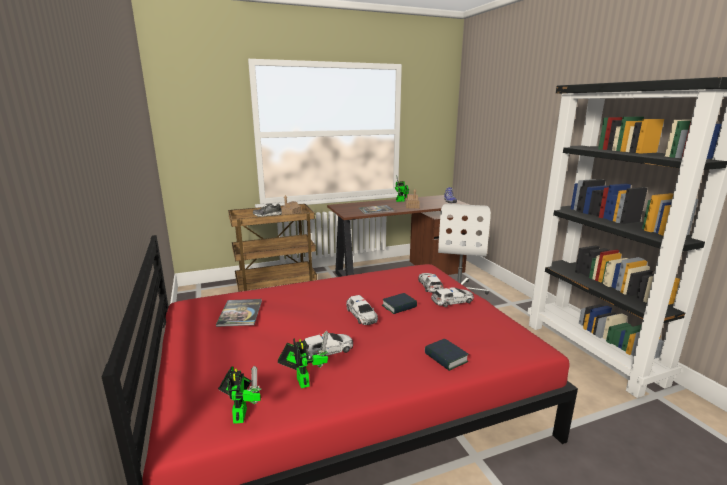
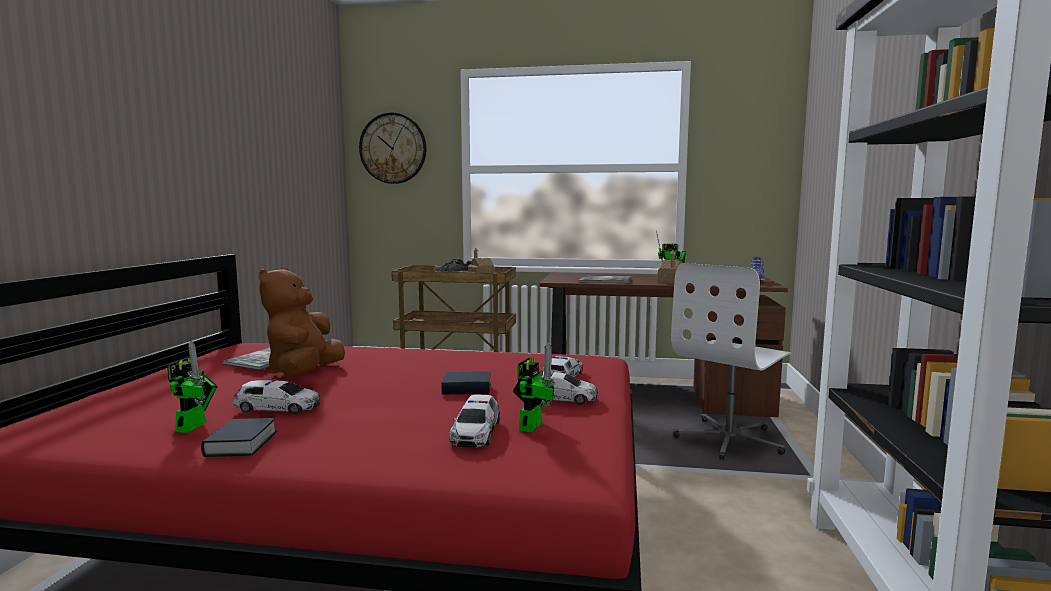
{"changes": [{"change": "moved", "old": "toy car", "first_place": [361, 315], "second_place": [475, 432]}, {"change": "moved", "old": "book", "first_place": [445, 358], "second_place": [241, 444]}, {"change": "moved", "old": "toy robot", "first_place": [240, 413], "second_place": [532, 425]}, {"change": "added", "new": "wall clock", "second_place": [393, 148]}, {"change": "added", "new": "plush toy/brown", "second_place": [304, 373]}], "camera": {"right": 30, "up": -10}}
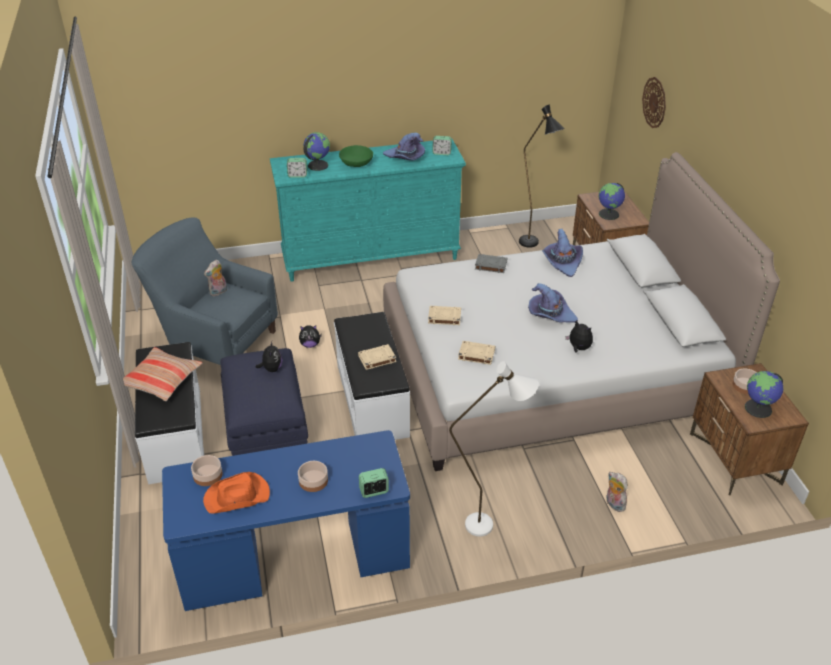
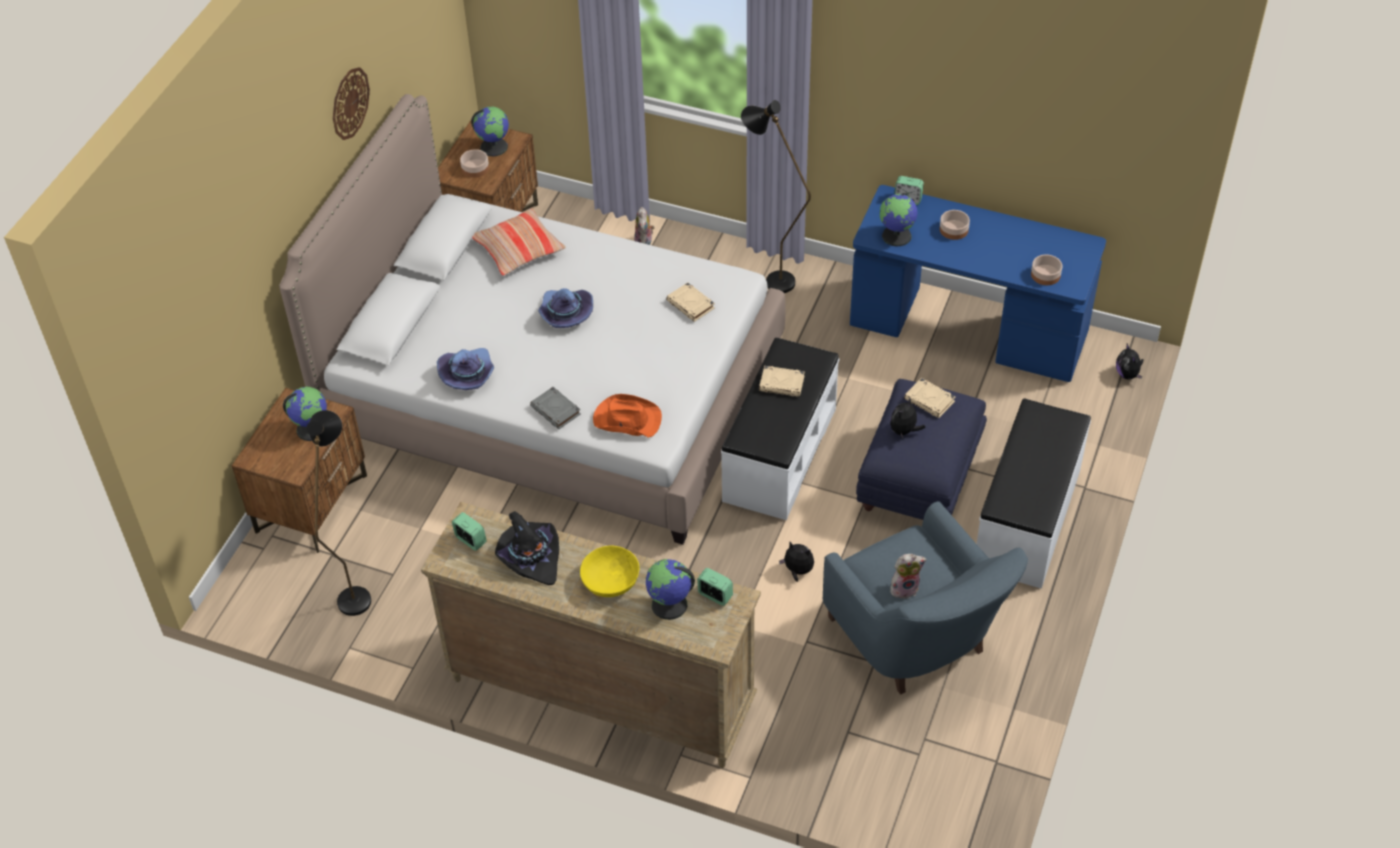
{"changes": [{"change": "moved", "old": "wall clock", "first_place": [654, 102], "second_place": [349, 103]}, {"change": "recoloured", "old": "hat/purple", "new": "hat/black", "first_place": [405, 157], "second_place": [530, 557]}, {"change": "recoloured", "old": "dresser/turquoise", "new": "dresser/beige", "first_place": [371, 258], "second_place": [599, 692]}, {"change": "recoloured", "old": "bowl/green", "new": "bowl/yellow", "first_place": [356, 163], "second_place": [610, 580]}, {"change": "moved", "old": "book/beige", "first_place": [444, 317], "second_place": [930, 401]}, {"change": "moved", "old": "plush toy", "first_place": [578, 348], "second_place": [1128, 374]}, {"change": "moved", "old": "pillow", "first_place": [161, 380], "second_place": [518, 249]}, {"change": "recoloured", "old": "floor lamp/white", "new": "floor lamp/black", "first_place": [489, 525], "second_place": [771, 278]}, {"change": "moved", "old": "hat/orange", "first_place": [237, 497], "second_place": [626, 419]}, {"change": "added", "new": "globe", "second_place": [897, 236]}], "camera": {"right": -145, "up": 10}}
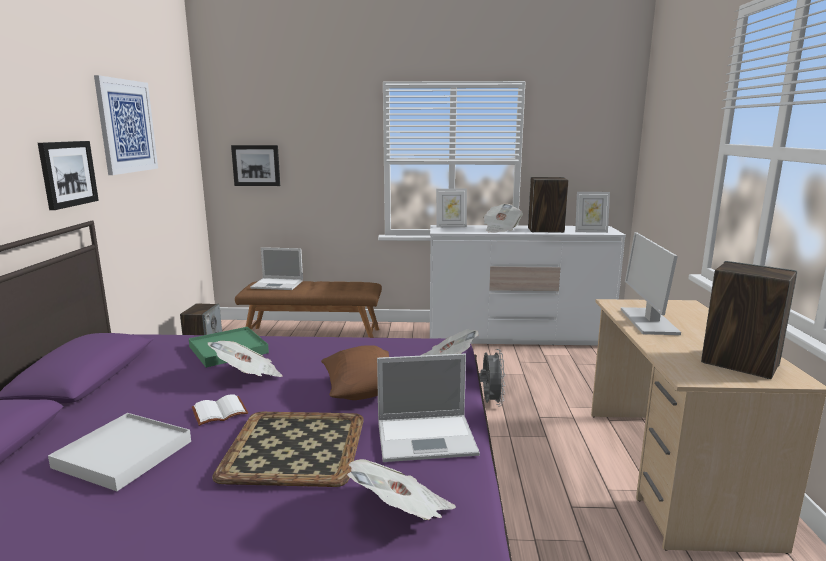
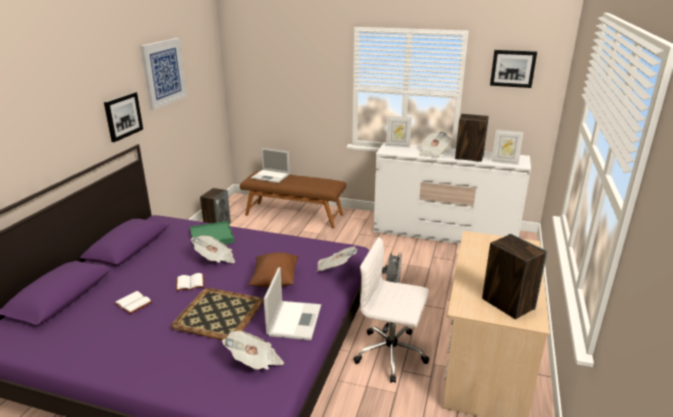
{"changes": [{"change": "moved", "old": "picture", "first_place": [256, 165], "second_place": [512, 68]}, {"change": "removed", "old": "monitor", "first_place": [648, 321]}, {"change": "turned", "old": "laptop", "first_place": [428, 437], "second_place": [294, 319], "degrees": -90}, {"change": "replaced", "old": "tray/white", "new": "book/white", "first_place": [124, 454], "second_place": [134, 303]}, {"change": "added", "new": "office chair/white", "second_place": [392, 354]}], "camera": {"right": 15, "up": 10}}
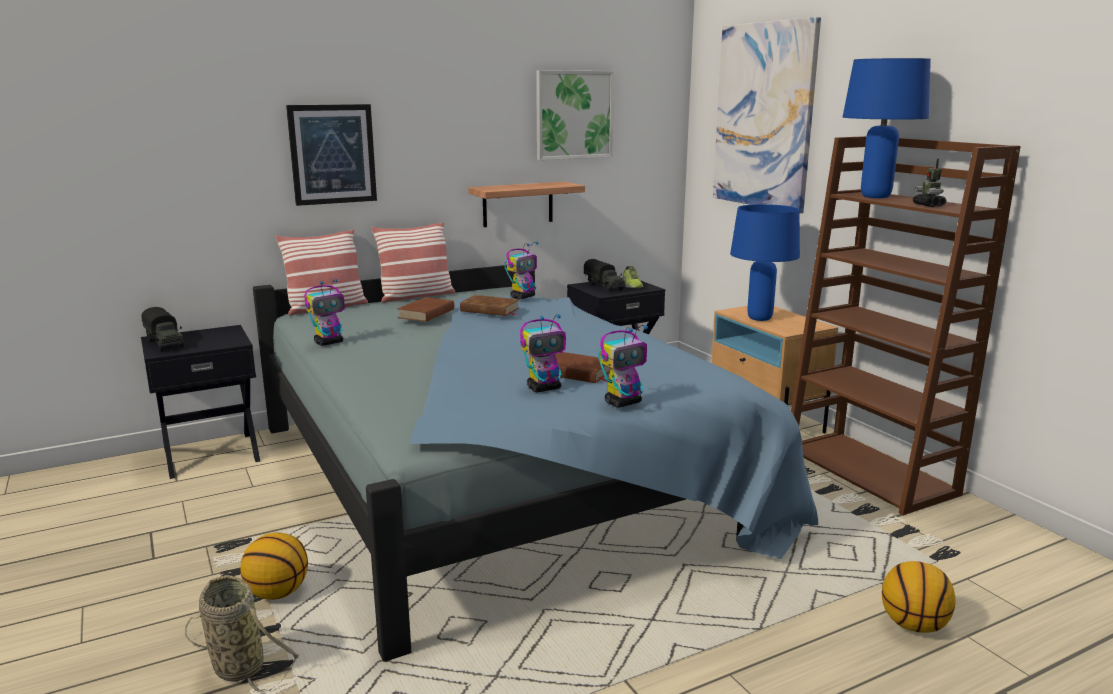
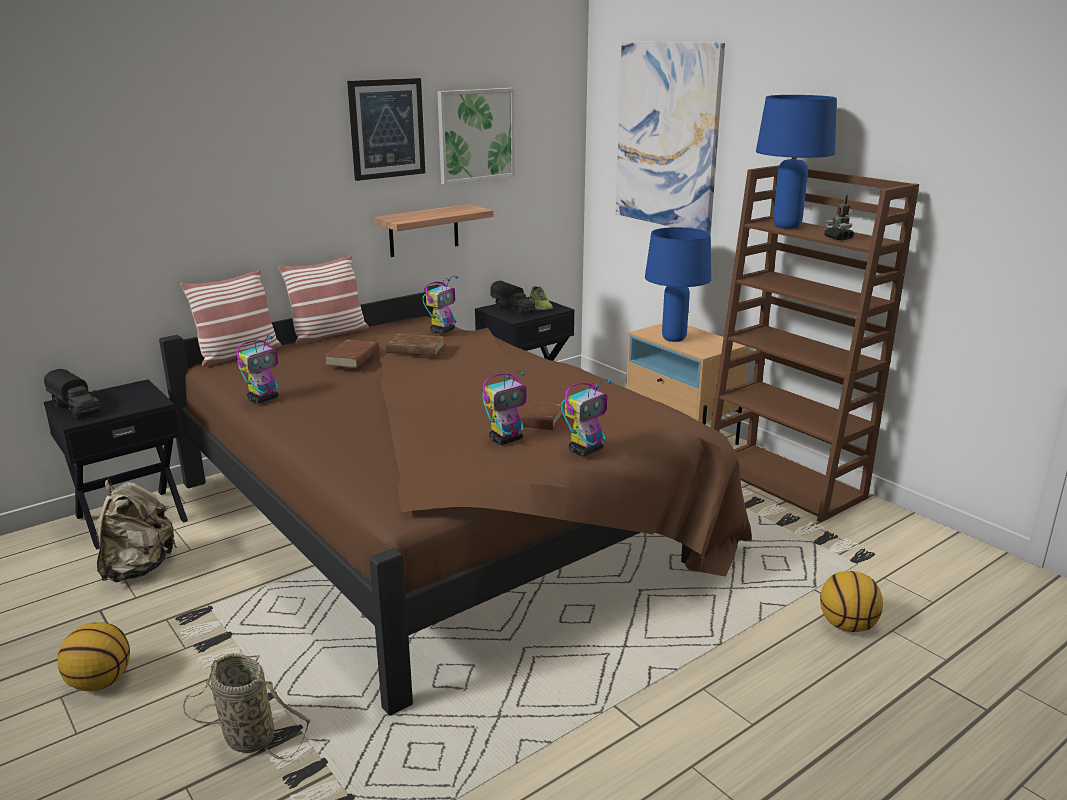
{"changes": [{"change": "moved", "old": "picture", "first_place": [332, 154], "second_place": [386, 128]}, {"change": "recoloured", "old": "bed/blue", "new": "bed/brown", "first_place": [501, 480], "second_place": [445, 520]}, {"change": "moved", "old": "basketball", "first_place": [277, 593], "second_place": [100, 682]}, {"change": "added", "new": "backpack/beige", "second_place": [138, 568]}], "camera": {"right": -10, "up": 5}}
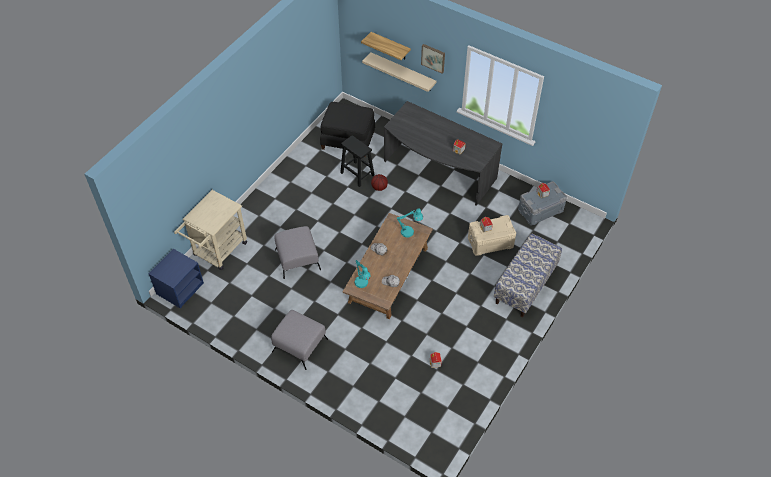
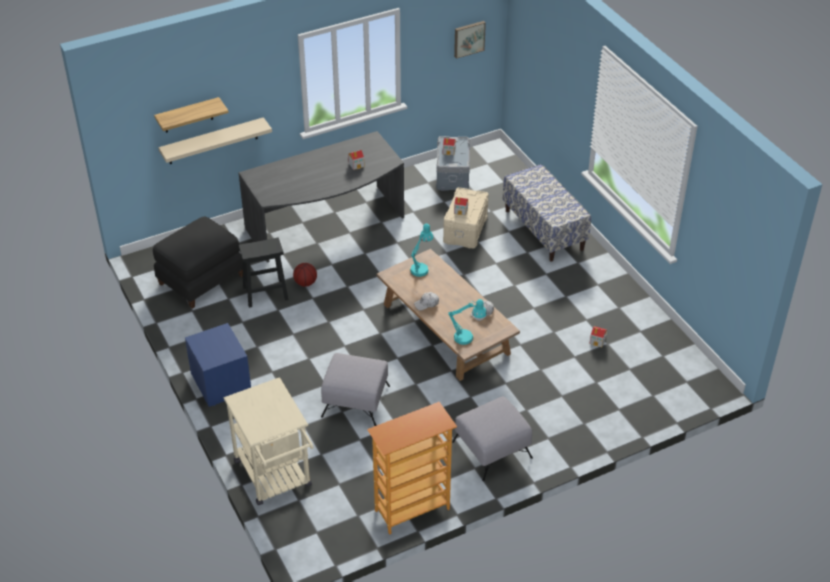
{"changes": [{"change": "moved", "old": "picture", "first_place": [433, 58], "second_place": [468, 38]}, {"change": "moved", "old": "nightstand/blue", "first_place": [180, 288], "second_place": [220, 382]}, {"change": "added", "new": "bookcase", "second_place": [412, 510]}], "camera": {"right": -60, "up": -10}}
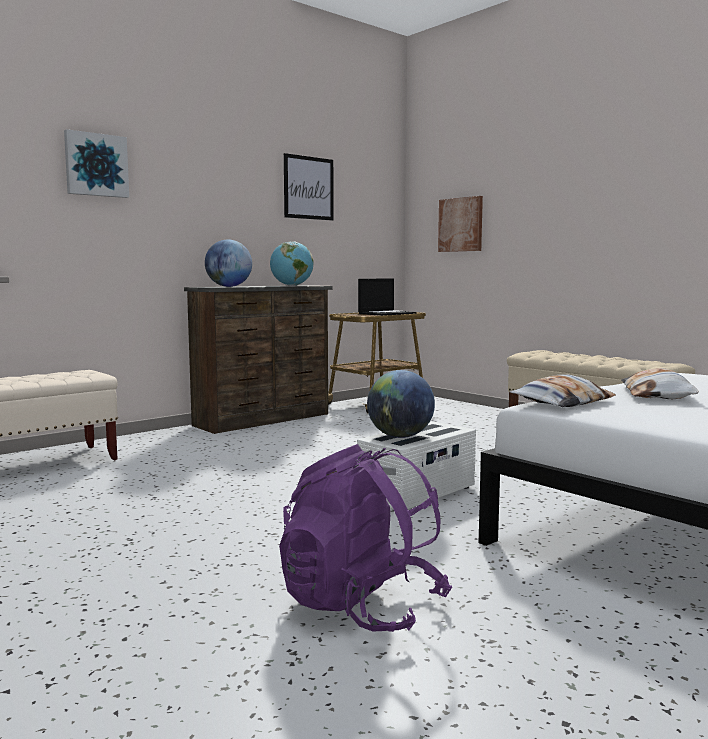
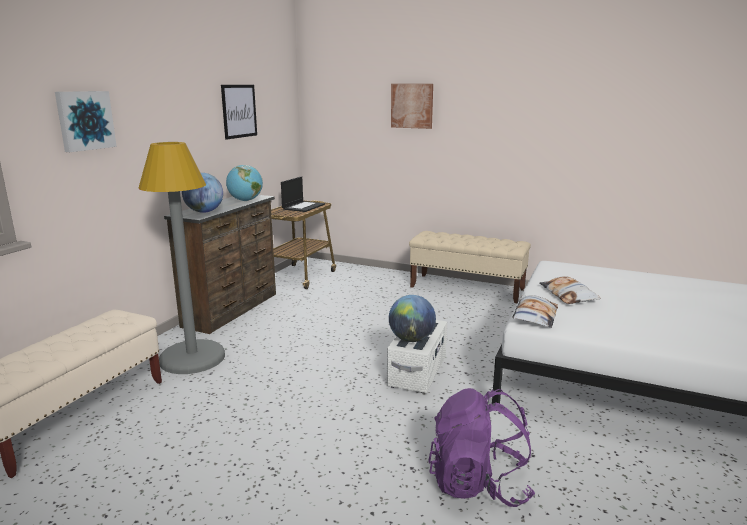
{"changes": [{"change": "moved", "old": "picture", "first_place": [461, 225], "second_place": [412, 106]}, {"change": "added", "new": "floor lamp/grey", "second_place": [192, 358]}], "camera": {"right": -25, "up": 10}}
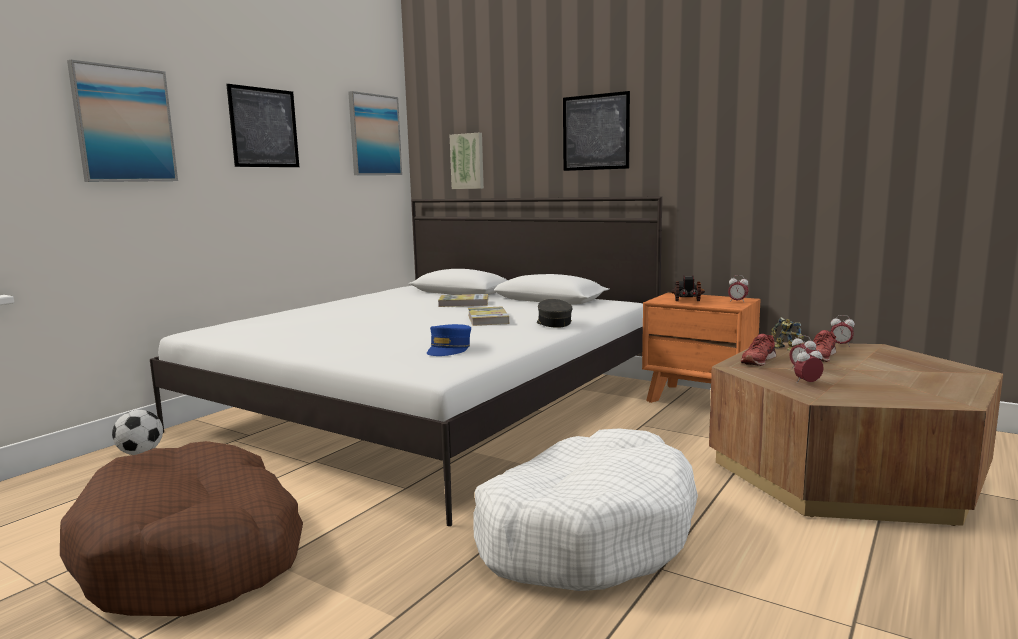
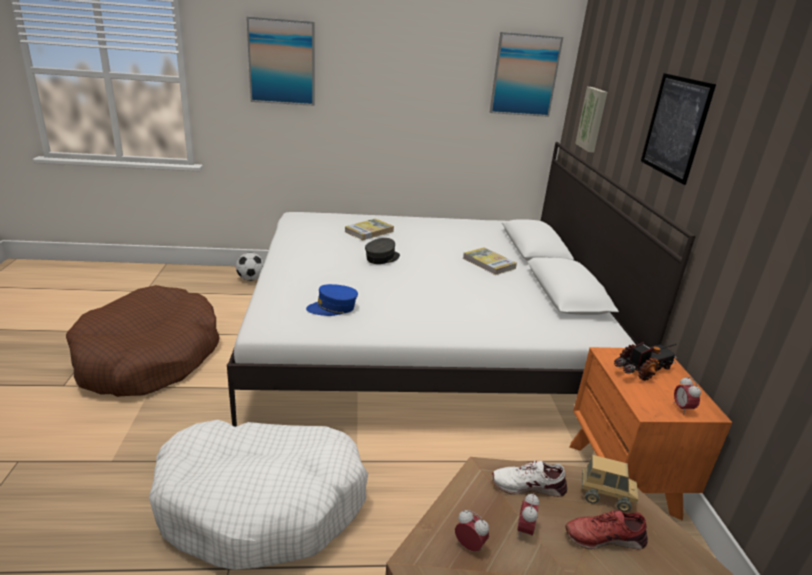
{"changes": [{"change": "removed", "old": "picture", "first_place": [264, 127]}, {"change": "moved", "old": "cap/grey", "first_place": [553, 323], "second_place": [382, 258]}, {"change": "moved", "old": "book", "first_place": [488, 319], "second_place": [369, 231]}, {"change": "removed", "old": "alarm clock", "first_place": [840, 345]}, {"change": "replaced", "old": "toy robot", "new": "toy truck", "first_place": [785, 349], "second_place": [605, 497]}, {"change": "recoloured", "old": "shoe/red", "new": "shoe/white", "first_place": [758, 360], "second_place": [528, 485]}], "camera": {"right": 50, "up": 15}}
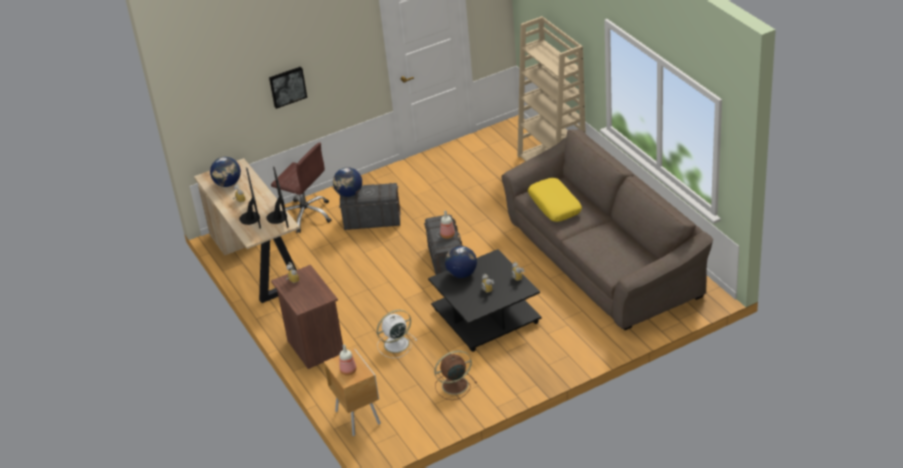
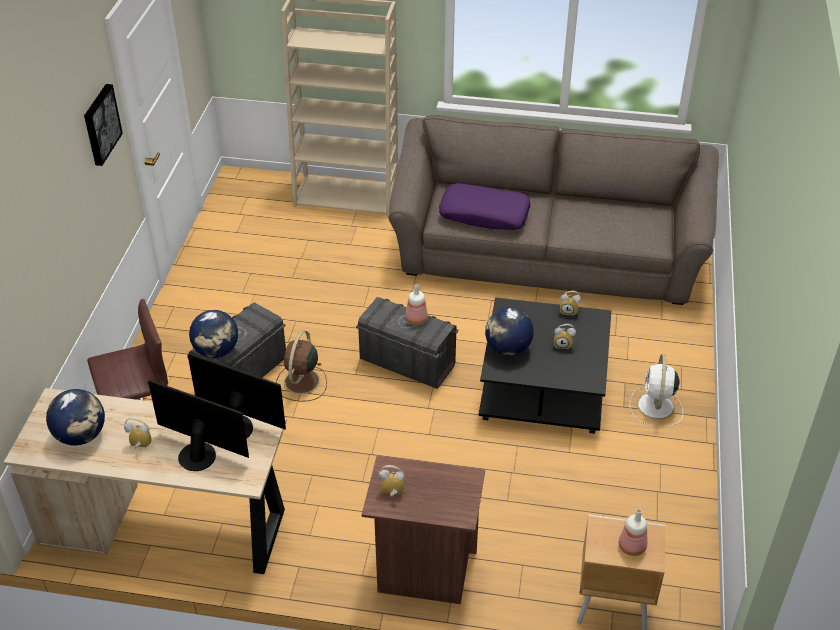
{"changes": [{"change": "moved", "old": "picture", "first_place": [287, 86], "second_place": [100, 124]}, {"change": "recoloured", "old": "pillow/yellow", "new": "pillow/purple", "first_place": [555, 205], "second_place": [484, 214]}, {"change": "moved", "old": "fan/white", "first_place": [395, 344], "second_place": [655, 407]}, {"change": "moved", "old": "fan/brown", "first_place": [453, 385], "second_place": [301, 382]}], "camera": {"right": -55, "up": 5}}
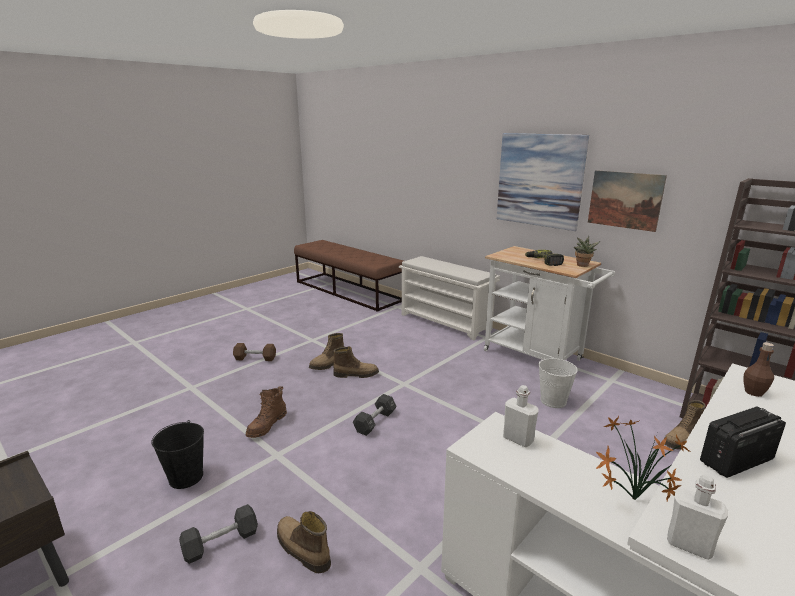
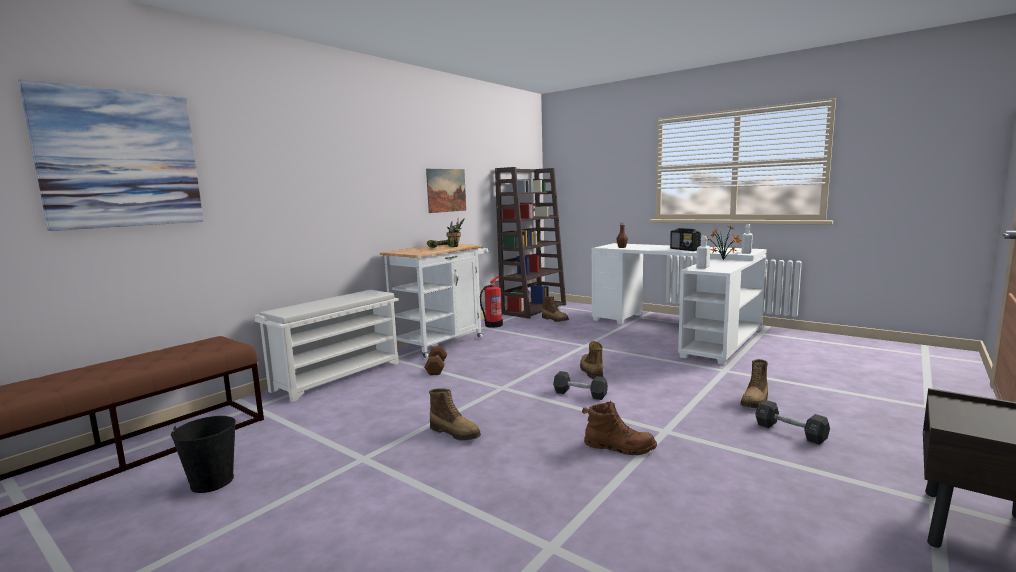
{"changes": [{"change": "moved", "old": "picture", "first_place": [539, 180], "second_place": [121, 159]}, {"change": "moved", "old": "dumbbell/brown", "first_place": [255, 358], "second_place": [436, 368]}, {"change": "moved", "old": "boot", "first_place": [356, 374], "second_place": [591, 371]}, {"change": "removed", "old": "bucket/white", "first_place": [553, 401]}, {"change": "moved", "old": "bucket/black", "first_place": [186, 477], "second_place": [212, 481]}, {"change": "added", "new": "fire extinguisher", "second_place": [493, 325]}], "camera": {"right": -95, "up": -10}}
